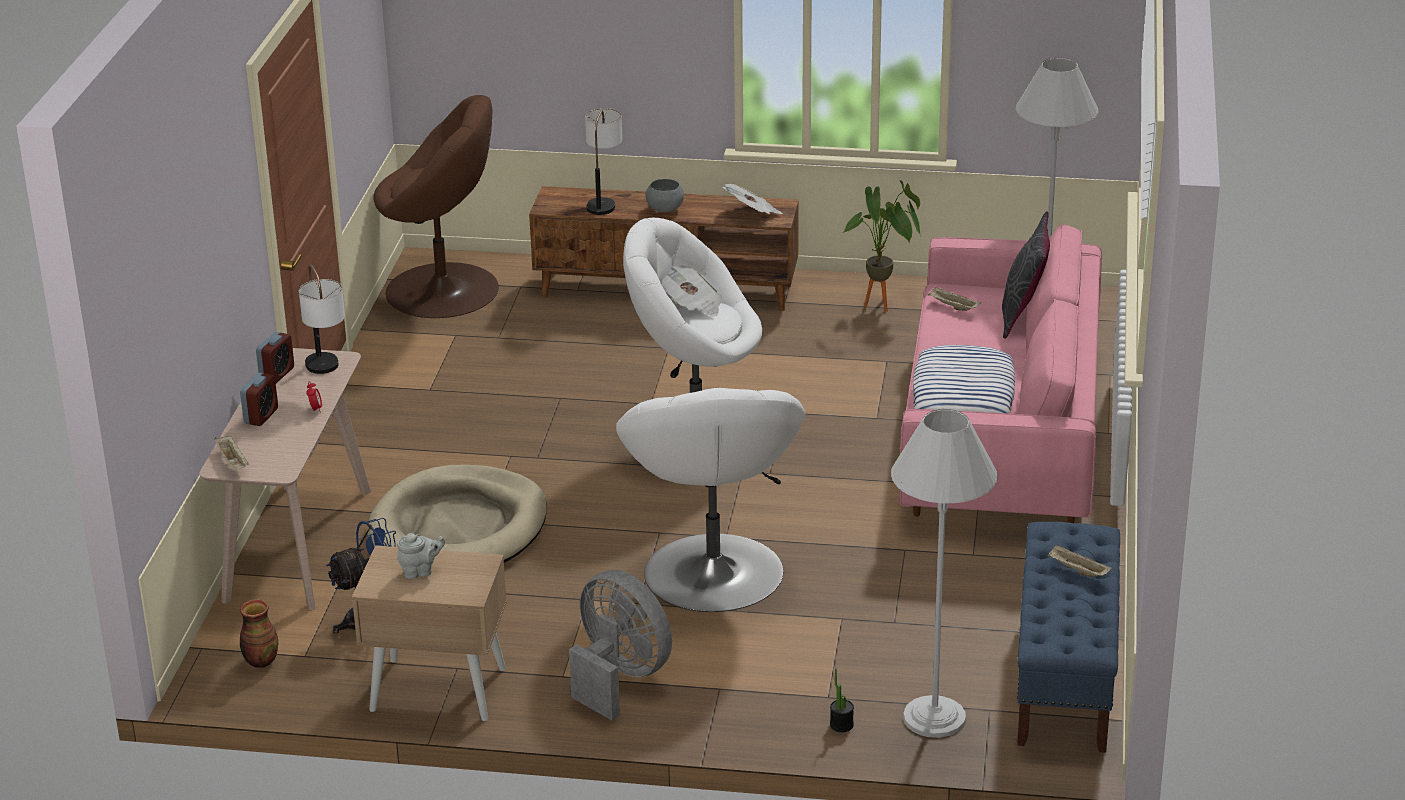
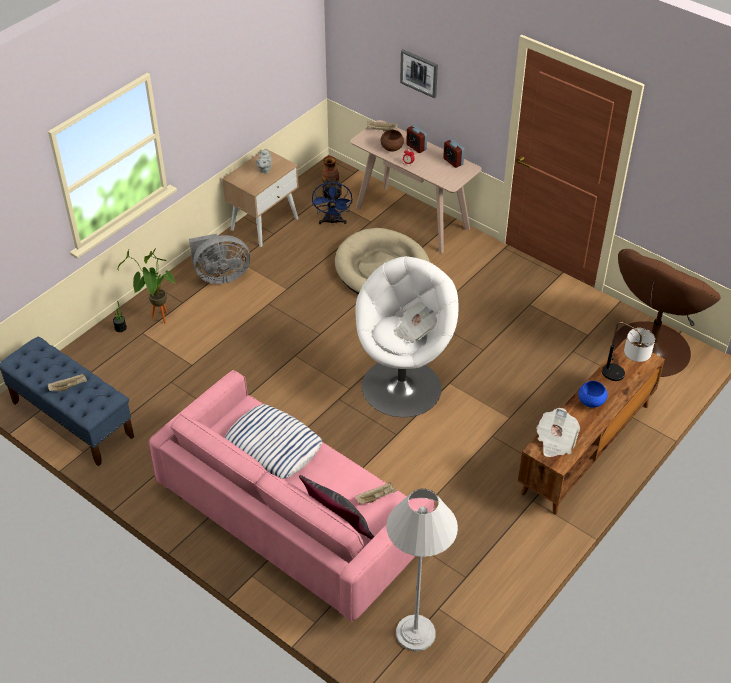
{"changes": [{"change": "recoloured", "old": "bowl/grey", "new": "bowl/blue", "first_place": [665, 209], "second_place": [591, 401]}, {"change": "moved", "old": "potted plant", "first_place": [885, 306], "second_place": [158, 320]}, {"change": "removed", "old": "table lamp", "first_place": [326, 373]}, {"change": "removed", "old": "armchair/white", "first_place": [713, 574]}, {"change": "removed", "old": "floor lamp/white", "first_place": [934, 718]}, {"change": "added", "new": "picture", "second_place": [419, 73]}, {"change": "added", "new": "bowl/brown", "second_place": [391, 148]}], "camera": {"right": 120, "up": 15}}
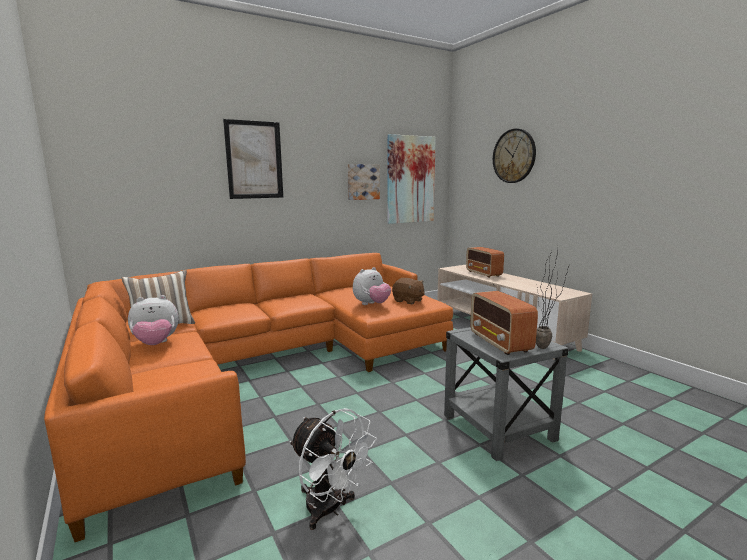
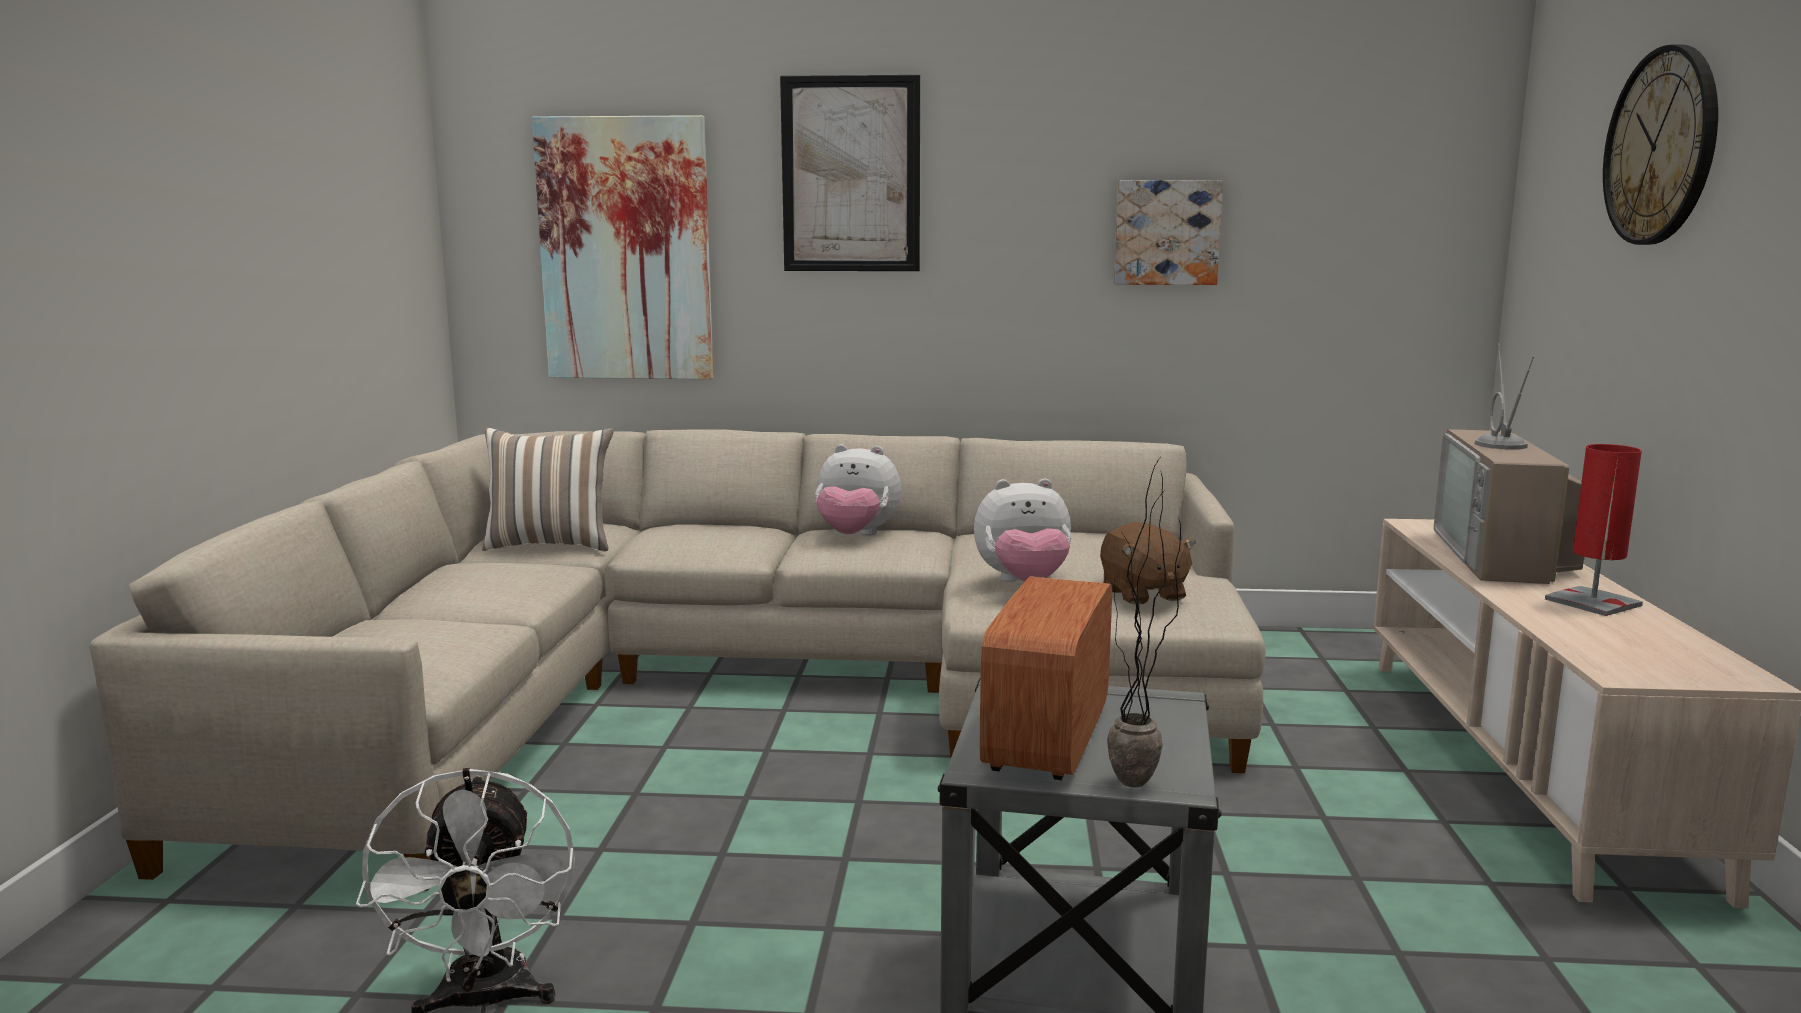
{"changes": [{"change": "moved", "old": "picture", "first_place": [410, 179], "second_place": [625, 250]}, {"change": "replaced", "old": "radio", "new": "television", "first_place": [484, 273], "second_place": [1504, 557]}, {"change": "recoloured", "old": "sofa/orange", "new": "sofa/beige", "first_place": [265, 368], "second_place": [750, 691]}, {"change": "moved", "old": "plush toy", "first_place": [156, 344], "second_place": [856, 536]}, {"change": "added", "new": "table lamp/red", "second_place": [1593, 602]}], "camera": {"right": 35, "up": 0}}
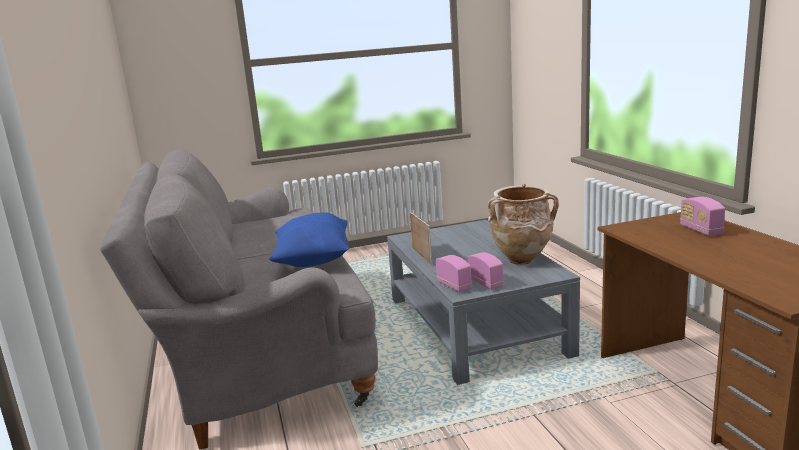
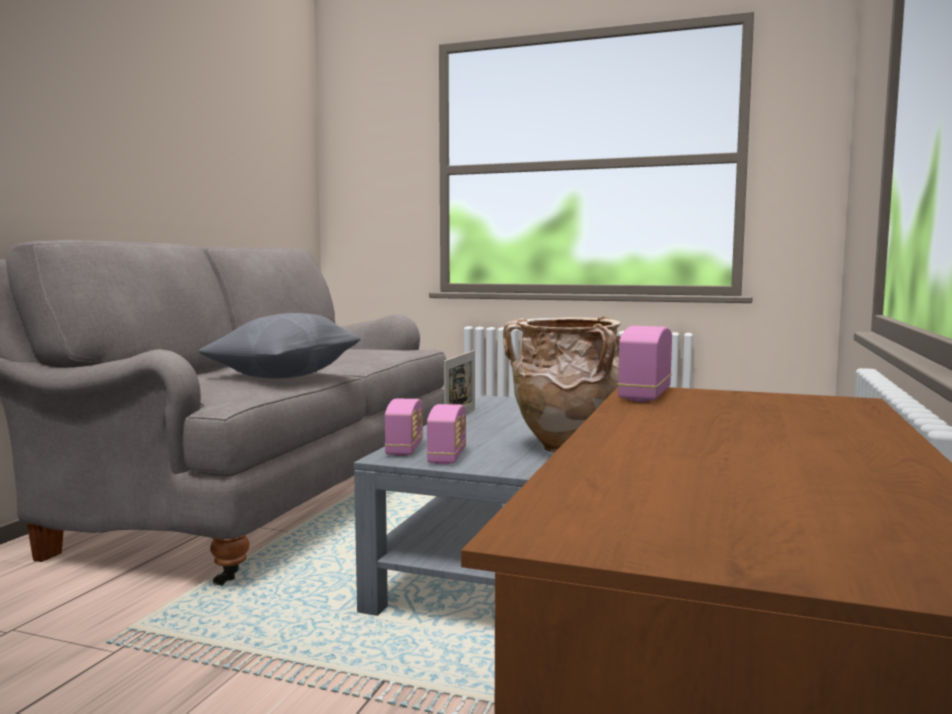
{"changes": [{"change": "moved", "old": "radio", "first_place": [700, 230], "second_place": [644, 395]}, {"change": "recoloured", "old": "pillow/blue", "new": "pillow/grey", "first_place": [313, 260], "second_place": [284, 376]}], "camera": {"right": 35, "up": -10}}
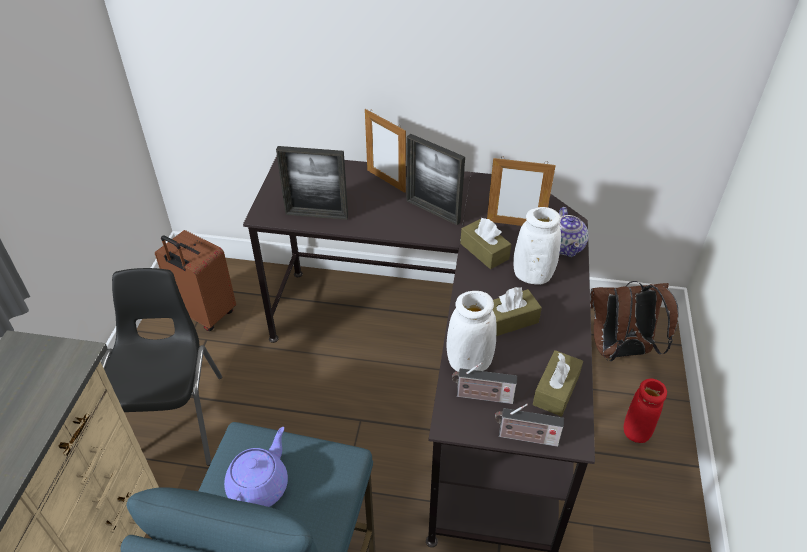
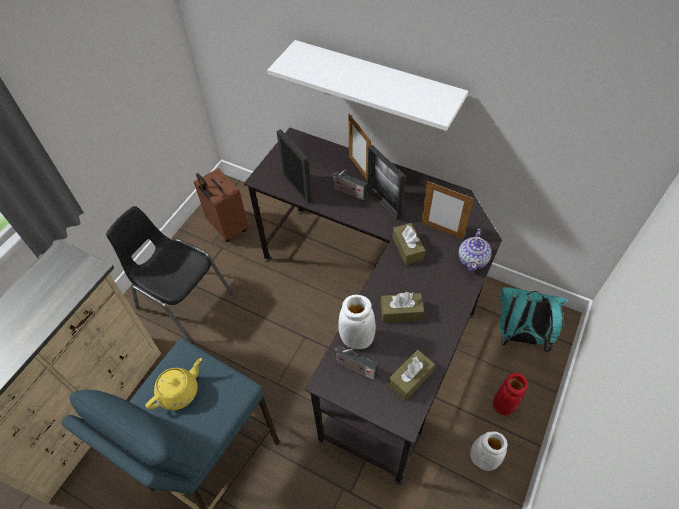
{"changes": [{"change": "turned", "old": "picture frame", "first_place": [316, 215], "second_place": [297, 188], "degrees": -150}, {"change": "moved", "old": "vase/white", "first_place": [532, 275], "second_place": [483, 458]}, {"change": "turned", "old": "chair/black", "first_place": [172, 418], "second_place": [183, 300], "degrees": -75}, {"change": "recoloured", "old": "backpack/brown", "new": "backpack/turquoise", "first_place": [619, 351], "second_place": [518, 336]}, {"change": "moved", "old": "radio", "first_place": [525, 437], "second_place": [348, 192]}, {"change": "recoloured", "old": "teapot/purple", "new": "teapot/yellow", "first_place": [259, 486], "second_place": [179, 391]}, {"change": "added", "new": "shelf/white", "second_place": [376, 84]}], "camera": {"right": 20, "up": 10}}
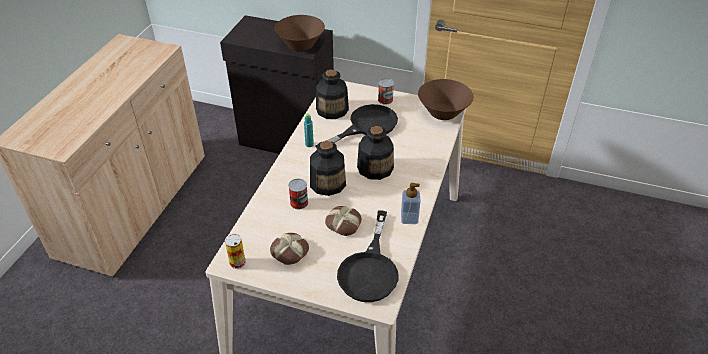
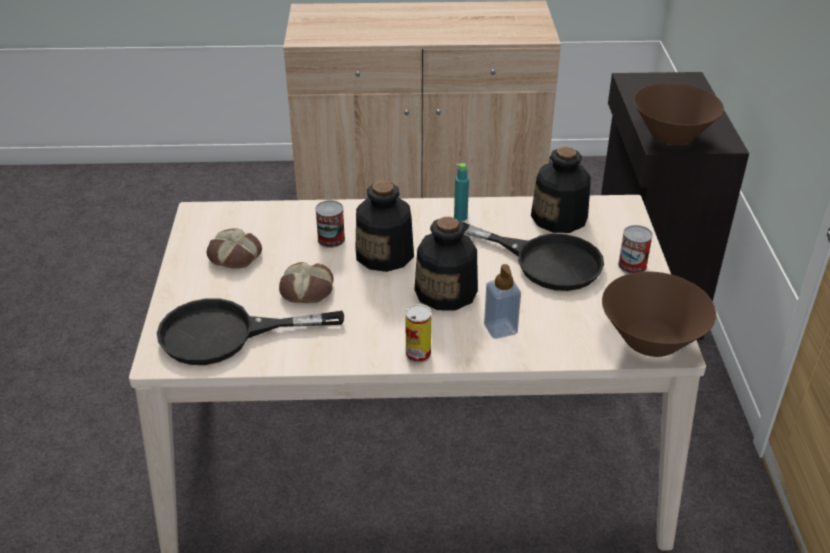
{"changes": [{"change": "moved", "old": "soap dispenser", "first_place": [409, 218], "second_place": [500, 329]}, {"change": "moved", "old": "can", "first_place": [237, 262], "second_place": [418, 354]}], "camera": {"right": 70, "up": -5}}
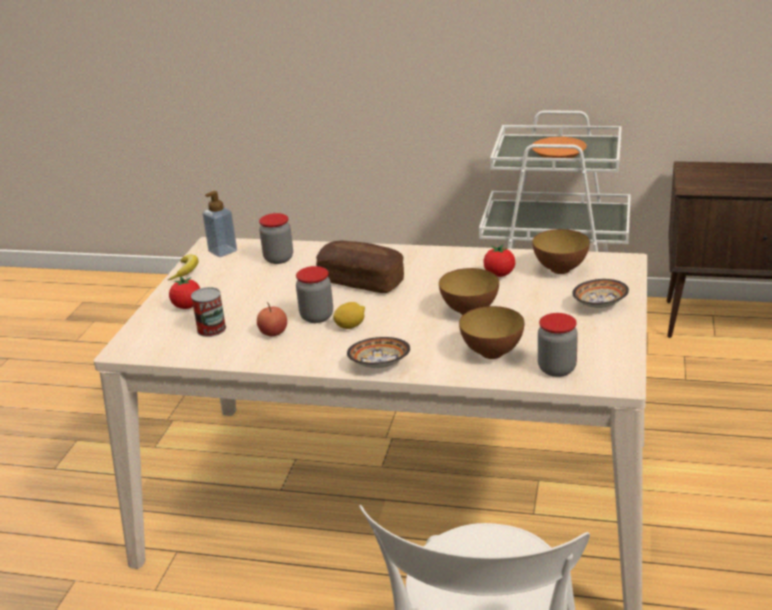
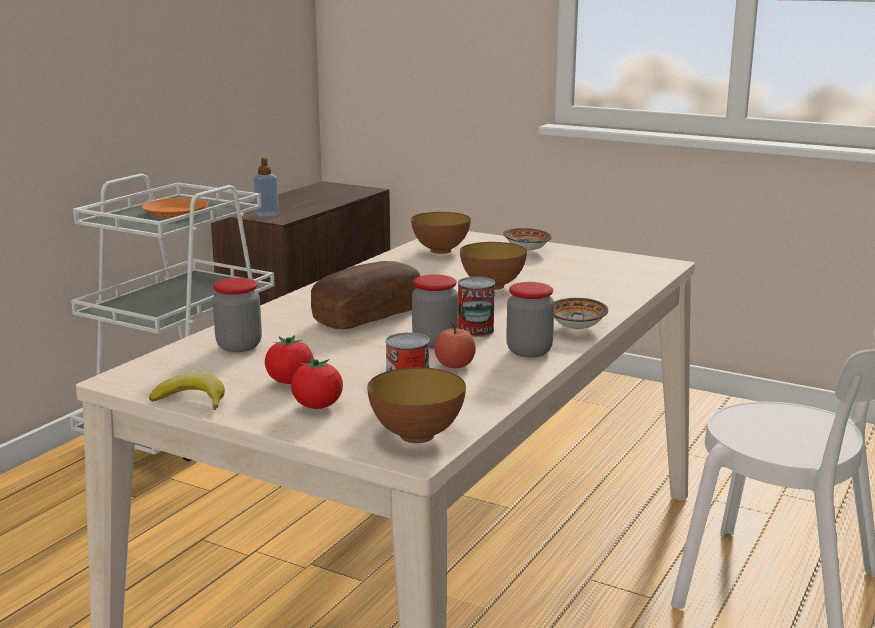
{"changes": [{"change": "moved", "old": "soap dispenser", "first_place": [223, 251], "second_place": [267, 214]}, {"change": "moved", "old": "tomato", "first_place": [499, 274], "second_place": [290, 382]}, {"change": "replaced", "old": "lemon", "new": "can", "first_place": [350, 326], "second_place": [475, 330]}, {"change": "moved", "old": "bowl", "first_place": [492, 353], "second_place": [416, 436]}, {"change": "moved", "old": "jar", "first_place": [557, 369], "second_place": [529, 351]}], "camera": {"right": -75, "up": -10}}
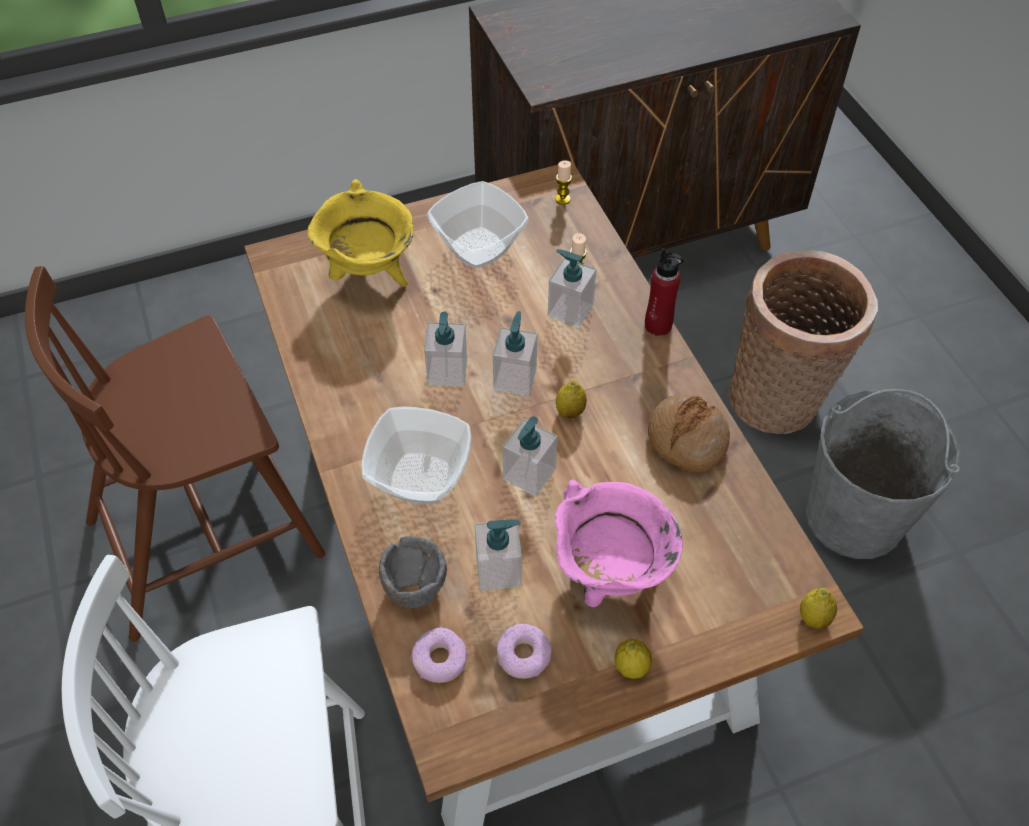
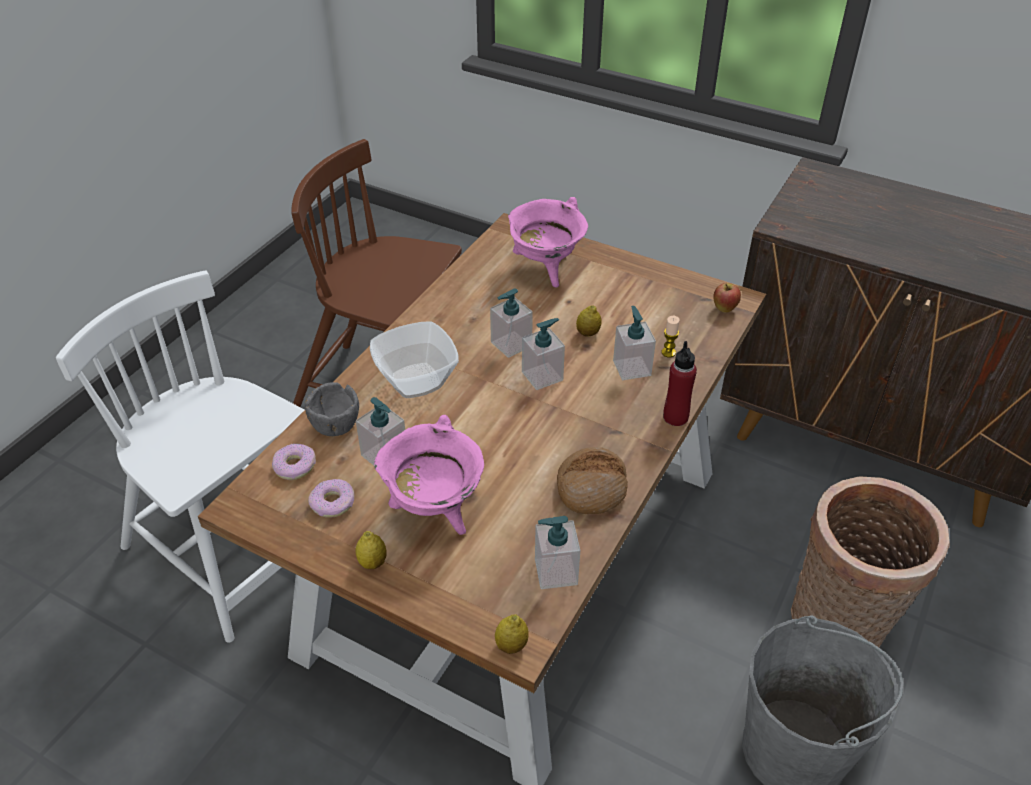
{"changes": [{"change": "replaced", "old": "candle", "new": "apple", "first_place": [563, 199], "second_place": [724, 309]}, {"change": "recoloured", "old": "cooking pot/yellow", "new": "cooking pot/pink", "first_place": [369, 274], "second_place": [546, 269]}, {"change": "removed", "old": "bowl", "first_place": [480, 248]}, {"change": "moved", "old": "lemon", "first_place": [570, 411], "second_place": [588, 333]}, {"change": "moved", "old": "soap dispenser", "first_place": [529, 474], "second_place": [555, 572]}], "camera": {"right": 50, "up": -10}}
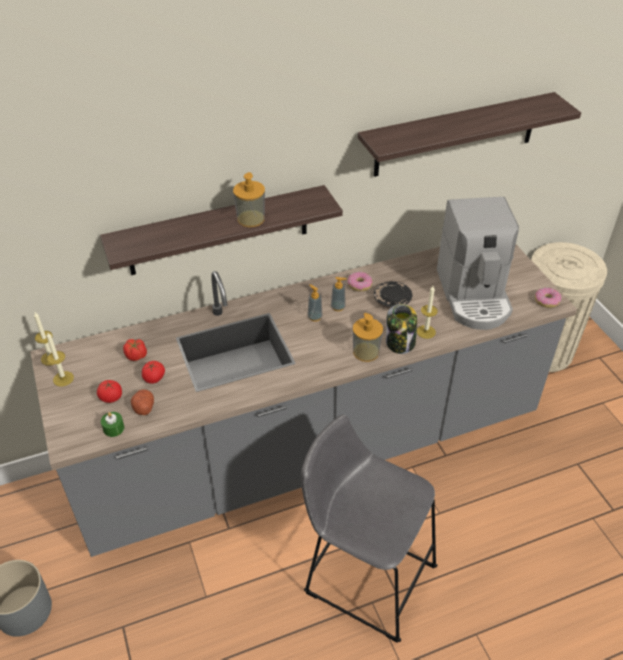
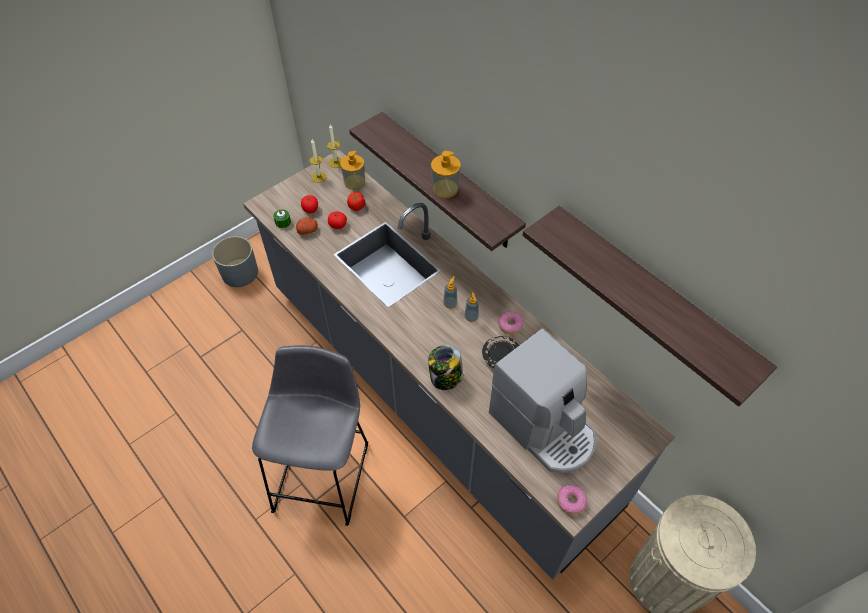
{"changes": [{"change": "turned", "old": "coffee machine", "first_place": [474, 295], "second_place": [543, 427], "degrees": -105}, {"change": "removed", "old": "candle", "first_place": [426, 332]}, {"change": "moved", "old": "soap dispenser", "first_place": [366, 352], "second_place": [354, 182]}], "camera": {"right": 70, "up": 10}}
